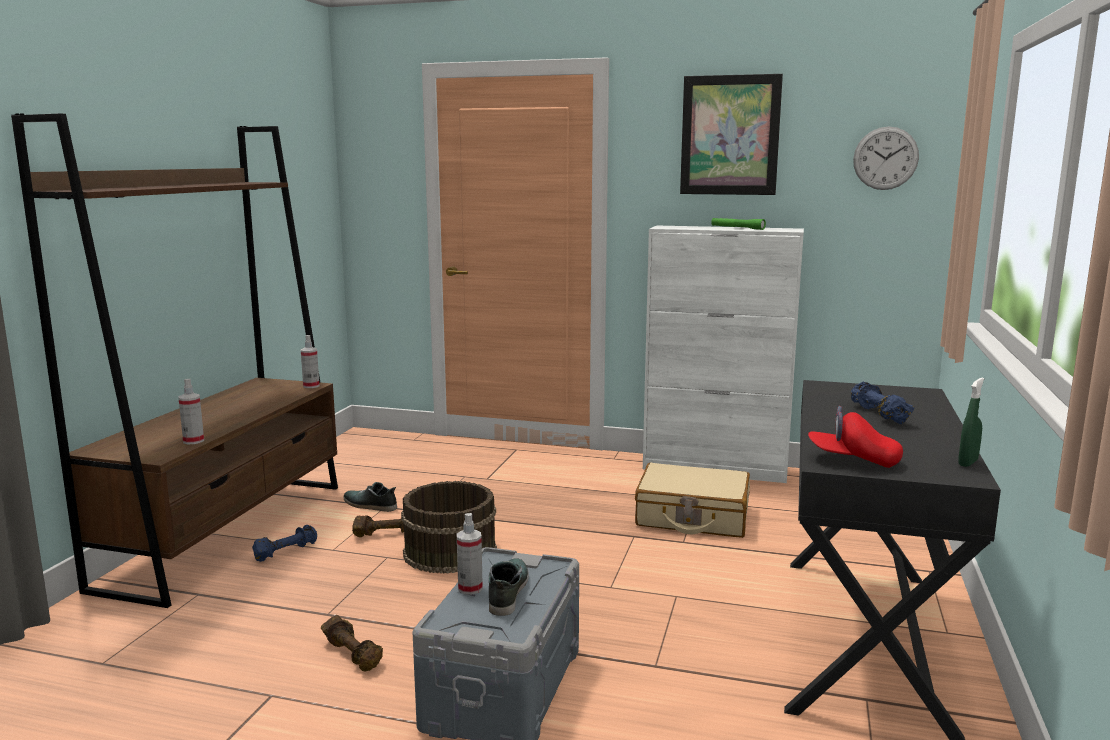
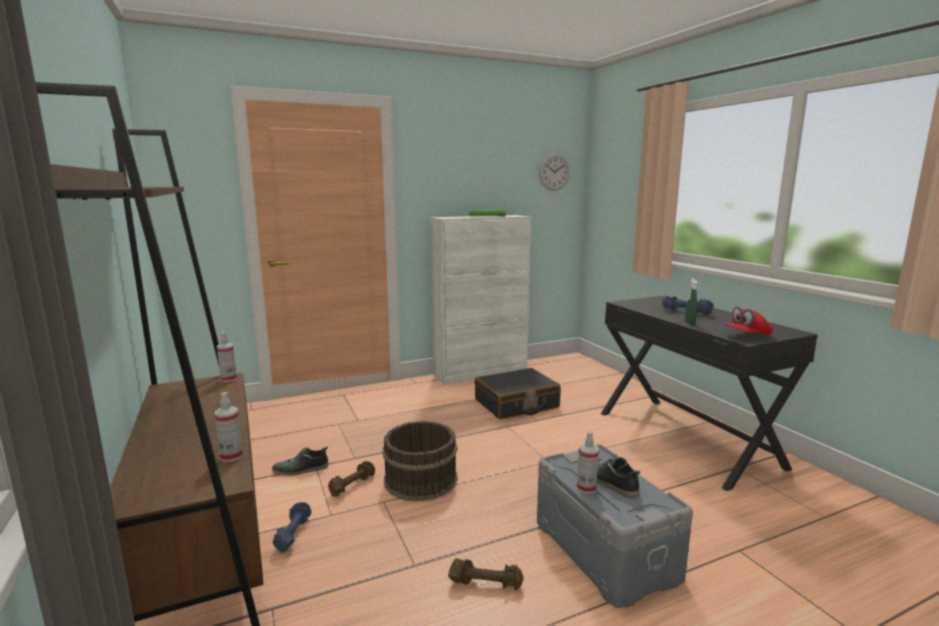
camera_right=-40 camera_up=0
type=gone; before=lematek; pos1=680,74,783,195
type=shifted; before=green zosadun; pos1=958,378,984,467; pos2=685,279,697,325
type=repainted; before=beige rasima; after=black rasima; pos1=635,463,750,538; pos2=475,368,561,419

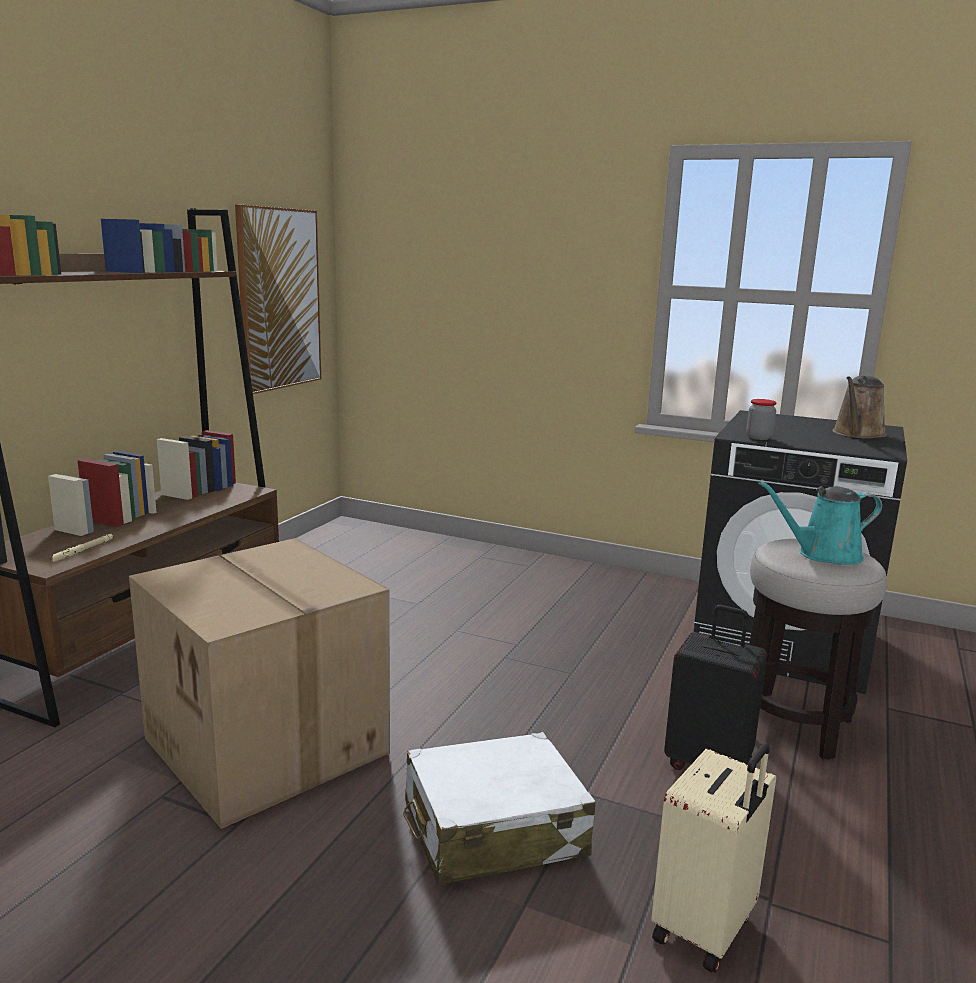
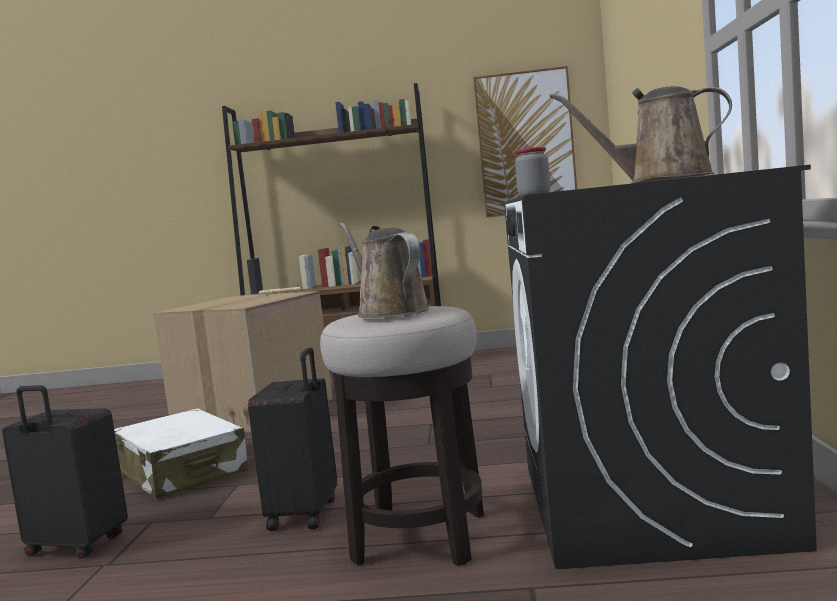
camera_right=70 camera_up=-10
type=repainted; before=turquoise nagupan; after=brown nagupan; pos1=758,481,882,565; pos2=340,223,430,318
type=repainted; before=beige rasima; after=black rasima; pos1=651,744,776,973; pos2=2,385,128,559

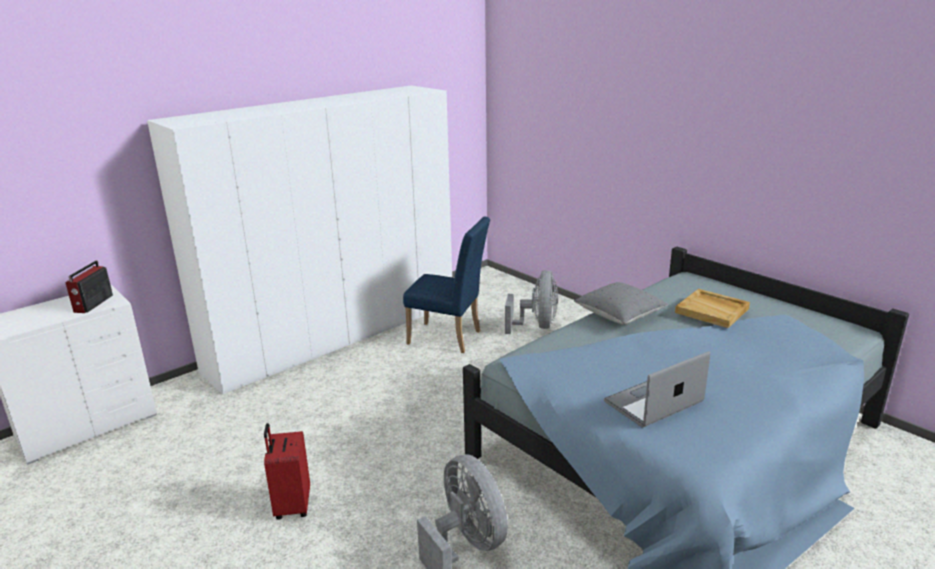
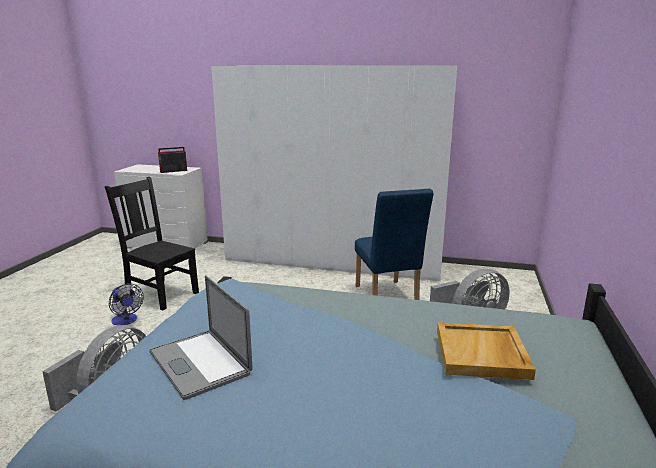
camera_right=55 camera_up=-5
type=gone; before=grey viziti; pos1=574,282,668,324
type=rotated; before=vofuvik; pos1=604,351,710,428; pos2=149,275,253,400; turn=-150
type=swapped; before=red rasima; after=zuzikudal; pos1=264,423,310,520; pos2=109,283,144,325
type=new; after=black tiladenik; pos2=105,177,199,311

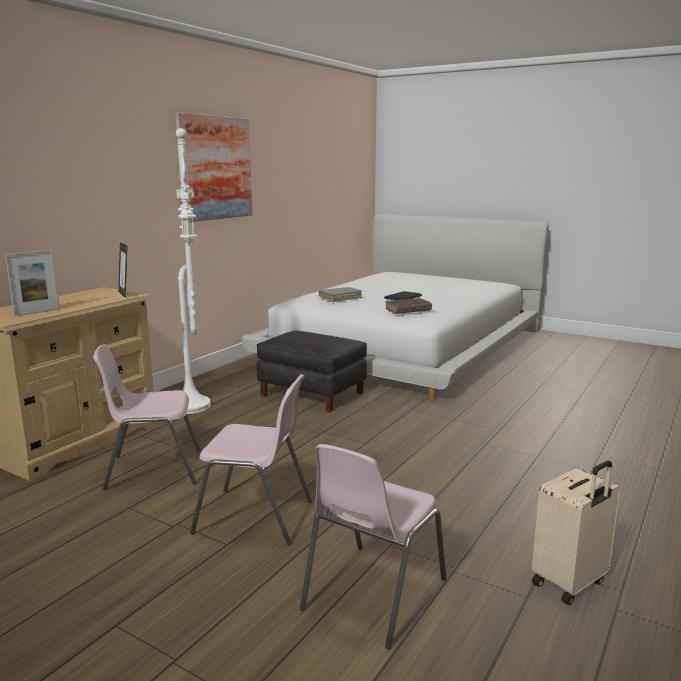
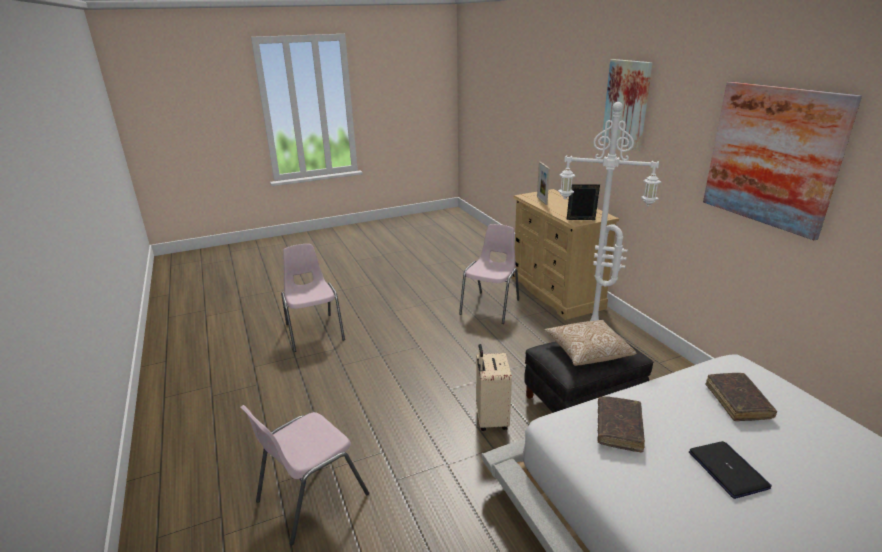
camera_right=125 camera_up=10
type=repainted; before=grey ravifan; after=brown ravifan; pos1=319,287,362,302; pos2=705,373,777,421
type=shifted; before=pink tiladenik; pos1=190,374,312,545; pos2=240,405,369,545
type=shifted; before=beige rasima; pos1=532,461,621,605; pos2=476,344,512,431
type=new; after=lematek; pos2=602,59,653,151
type=new; after=viziti; pos2=544,320,637,366

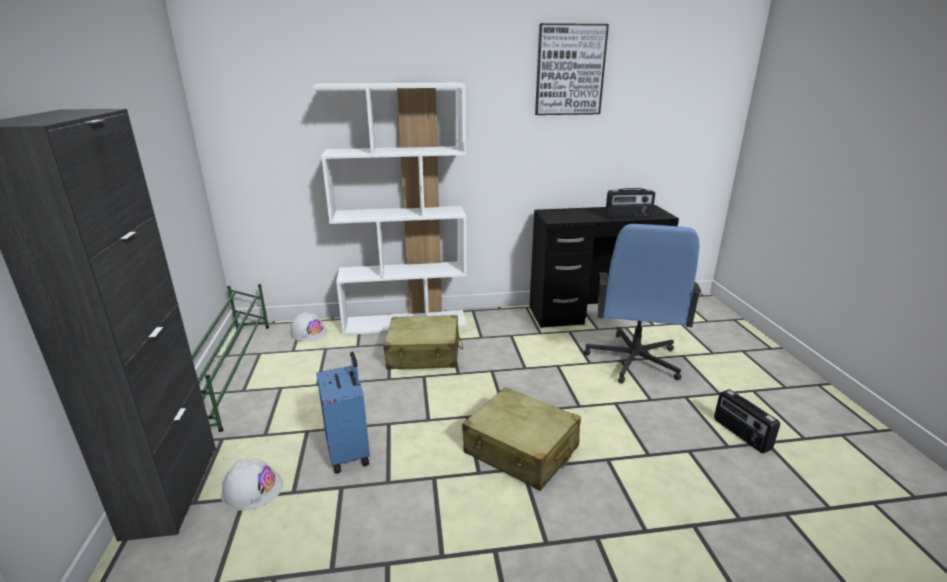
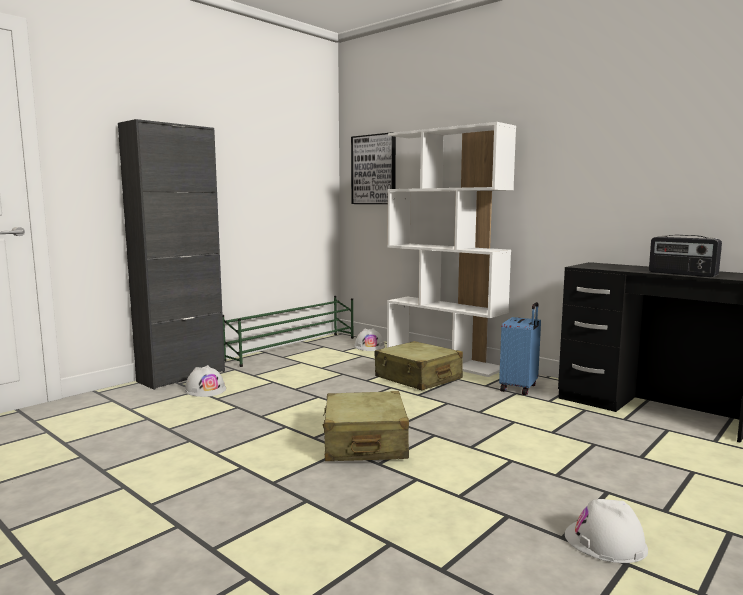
camera_right=50 camera_up=-15
type=shifted; before=lematek; pos1=535,23,609,115; pos2=351,132,396,204
type=gone; before=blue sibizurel; pos1=584,224,701,384
type=shifted; before=blue rasima; pos1=316,352,370,474; pos2=499,302,541,395
type=swapped; before=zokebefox; after=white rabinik; pos1=714,389,780,453; pos2=565,499,648,563

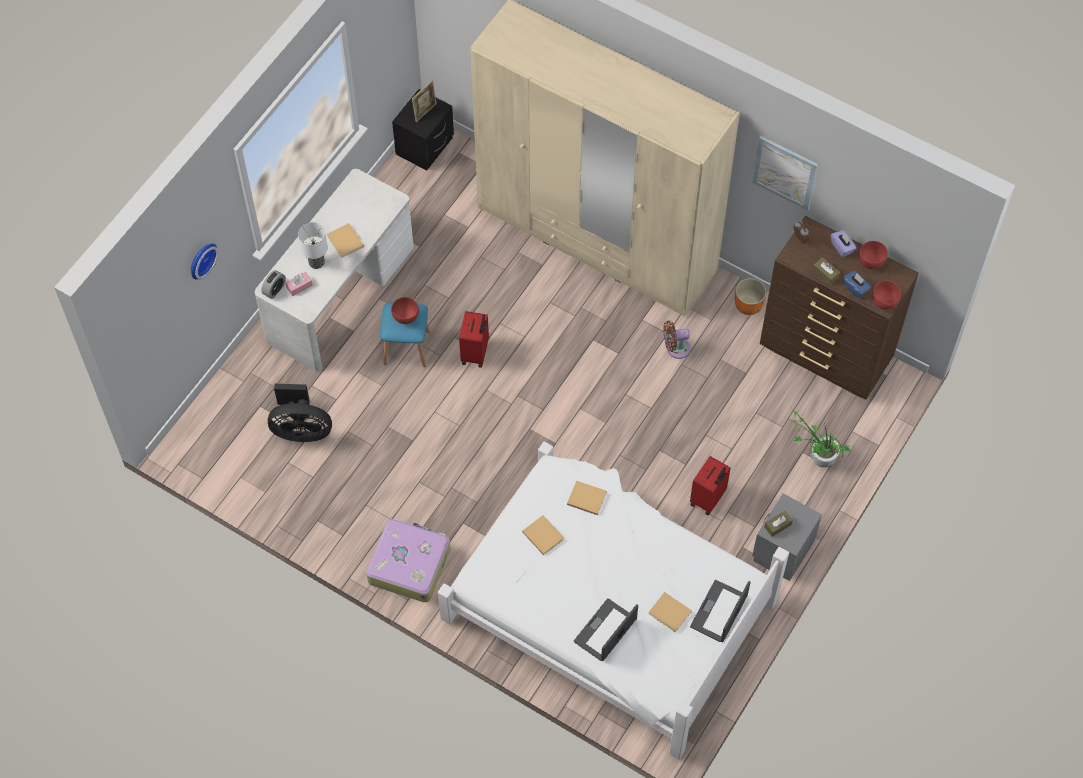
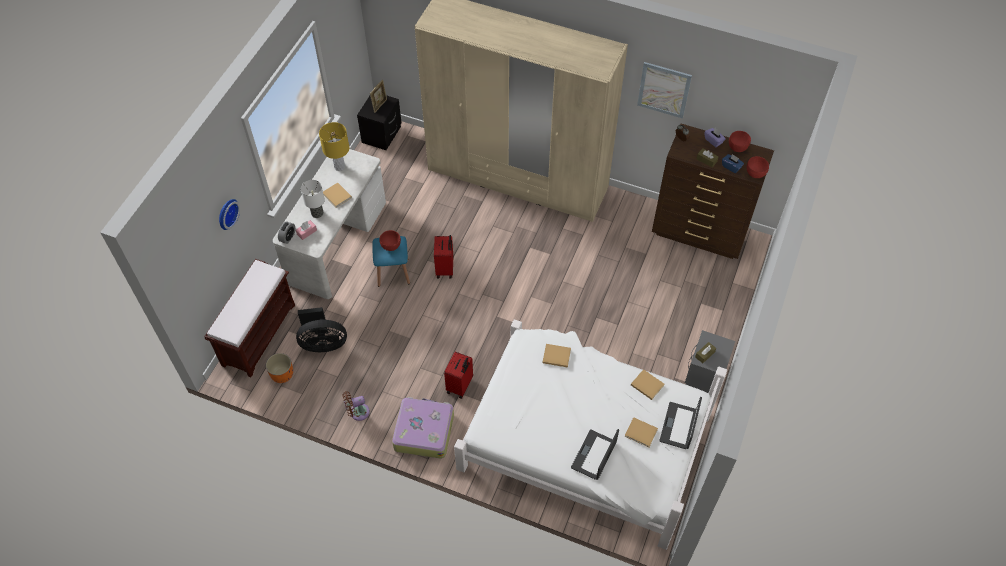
camera_right=-10 camera_up=-5
type=shifted; before=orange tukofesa; pos1=735,278,766,315; pos2=266,353,293,383
type=shifted; before=brown zuzikudal; pos1=663,320,691,359; pos2=343,391,370,421
type=gone; before=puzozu; pos1=792,411,850,468
type=shifted; before=red rasima; pos1=690,456,731,515; pos2=444,352,473,399
type=shifted; before=beige ravifan; pos1=522,515,564,555; pos2=631,369,664,400
type=new; after=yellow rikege; pos2=319,122,349,171
type=new; after=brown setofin; pos2=204,259,295,377

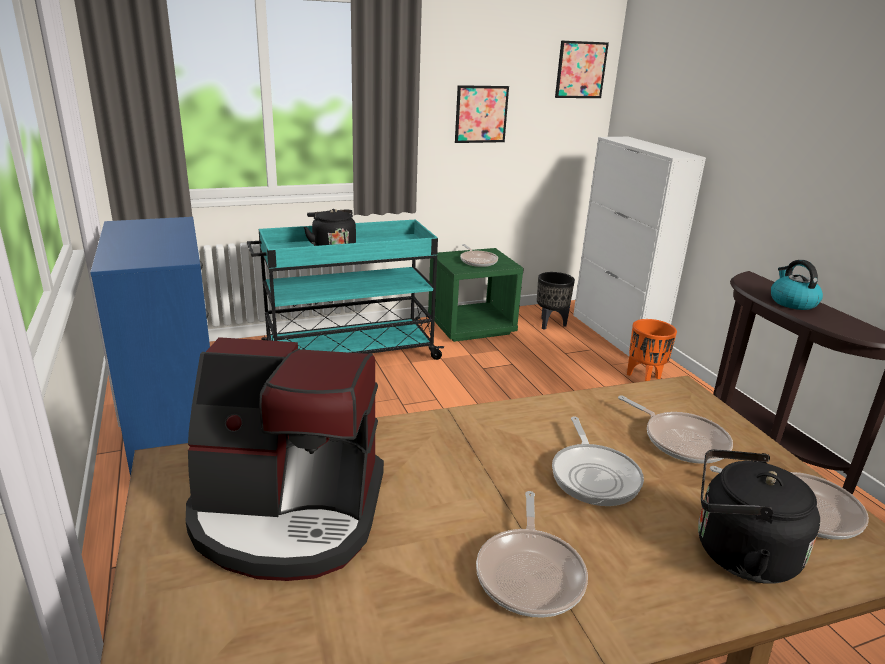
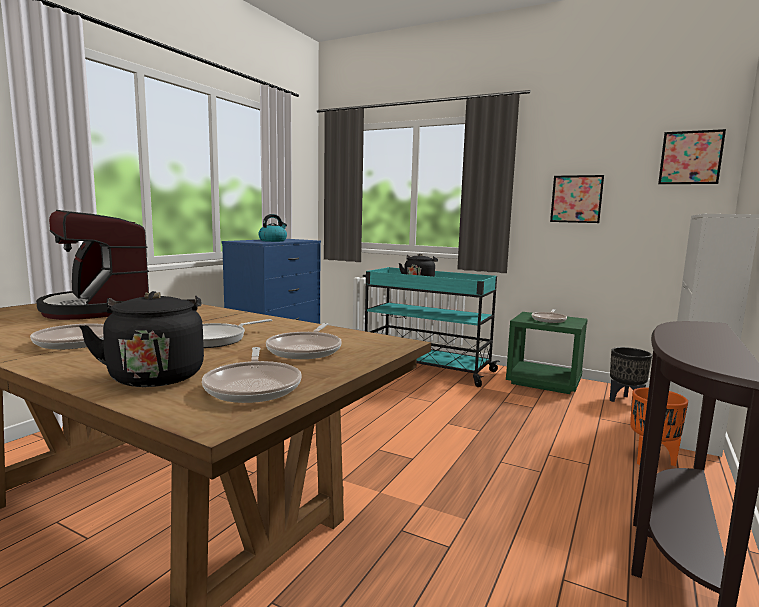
camera_right=50 camera_up=-15
type=shifted; before=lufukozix; pos1=771,260,823,310; pos2=258,214,287,242

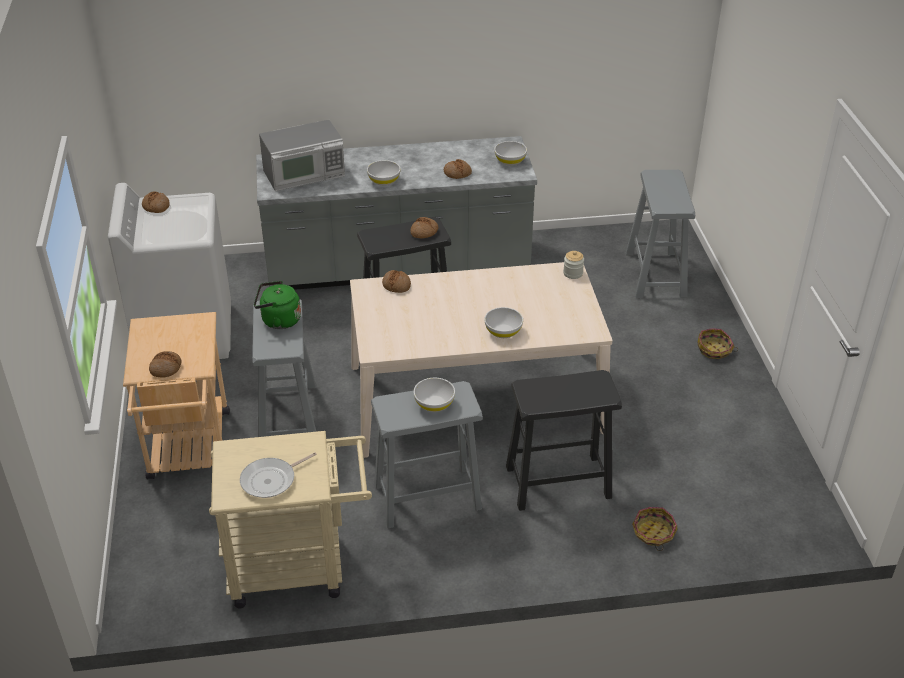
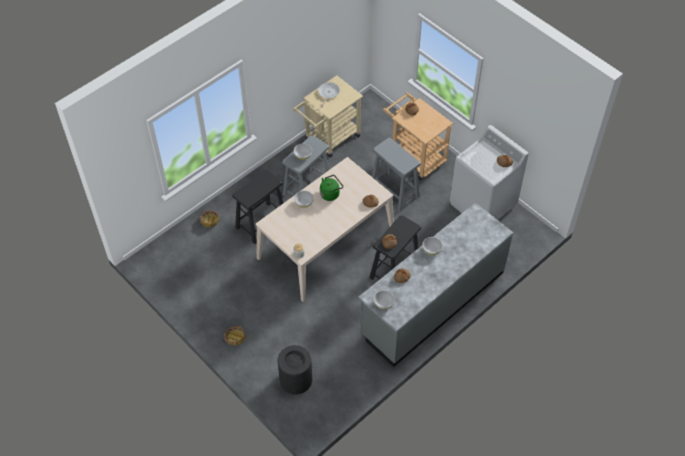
camera_right=145 camera_up=15
type=gone; before=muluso; pos1=259,120,345,191
type=swapped; before=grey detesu; after=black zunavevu; pos1=625,170,695,298; pos2=278,345,312,395
type=shifted; before=green lufukozix; pos1=254,281,301,329; pos2=320,175,343,201

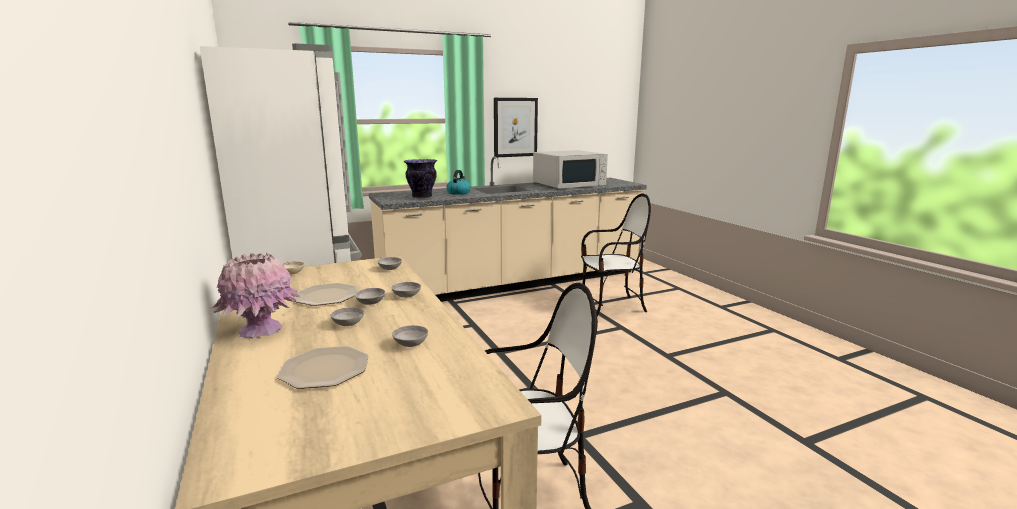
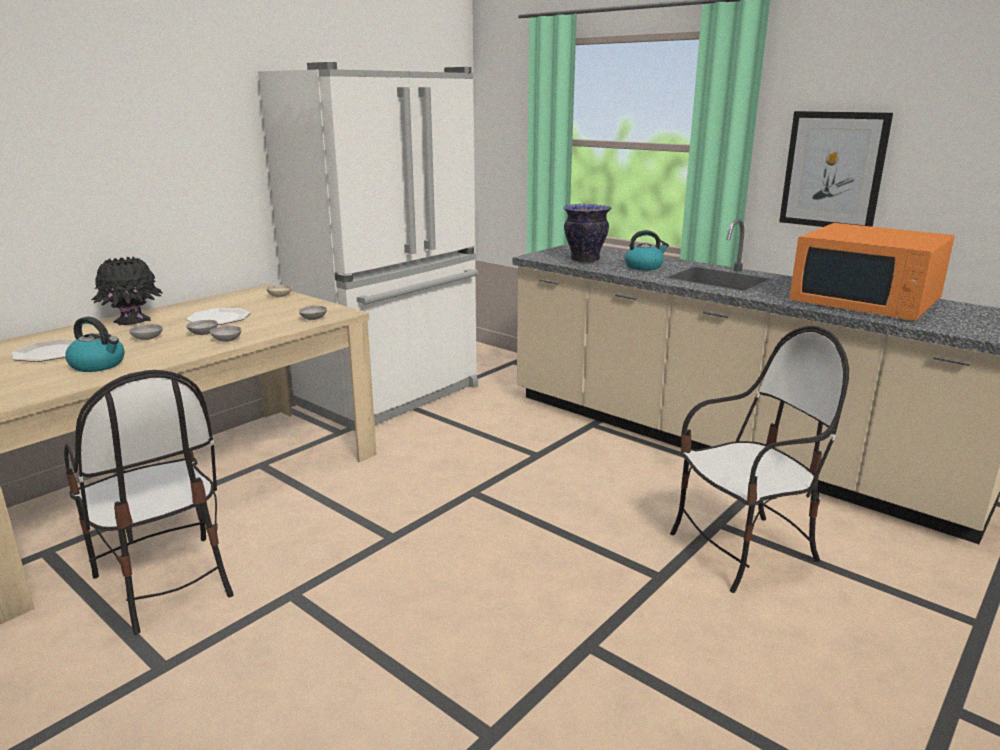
camera_right=65 camera_up=5
type=repainted; before=white muluso; after=orange muluso; pos1=533,150,608,189; pos2=789,223,955,321
type=rotated; before=tiladenik; pos1=581,193,651,317; pos2=670,326,849,593; turn=-75
type=repainted; before=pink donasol; after=black donasol; pos1=212,252,300,338; pos2=92,257,163,325
type=swapped; before=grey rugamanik; after=lufukozix; pos1=392,325,428,347; pos2=65,317,125,372

